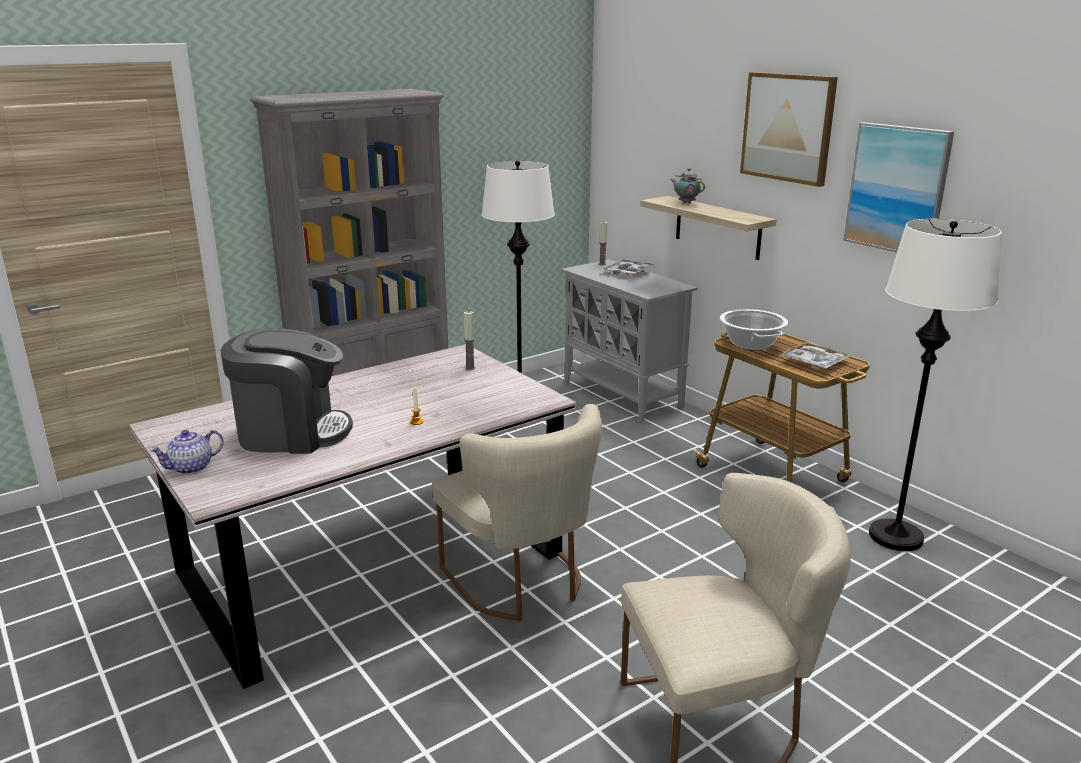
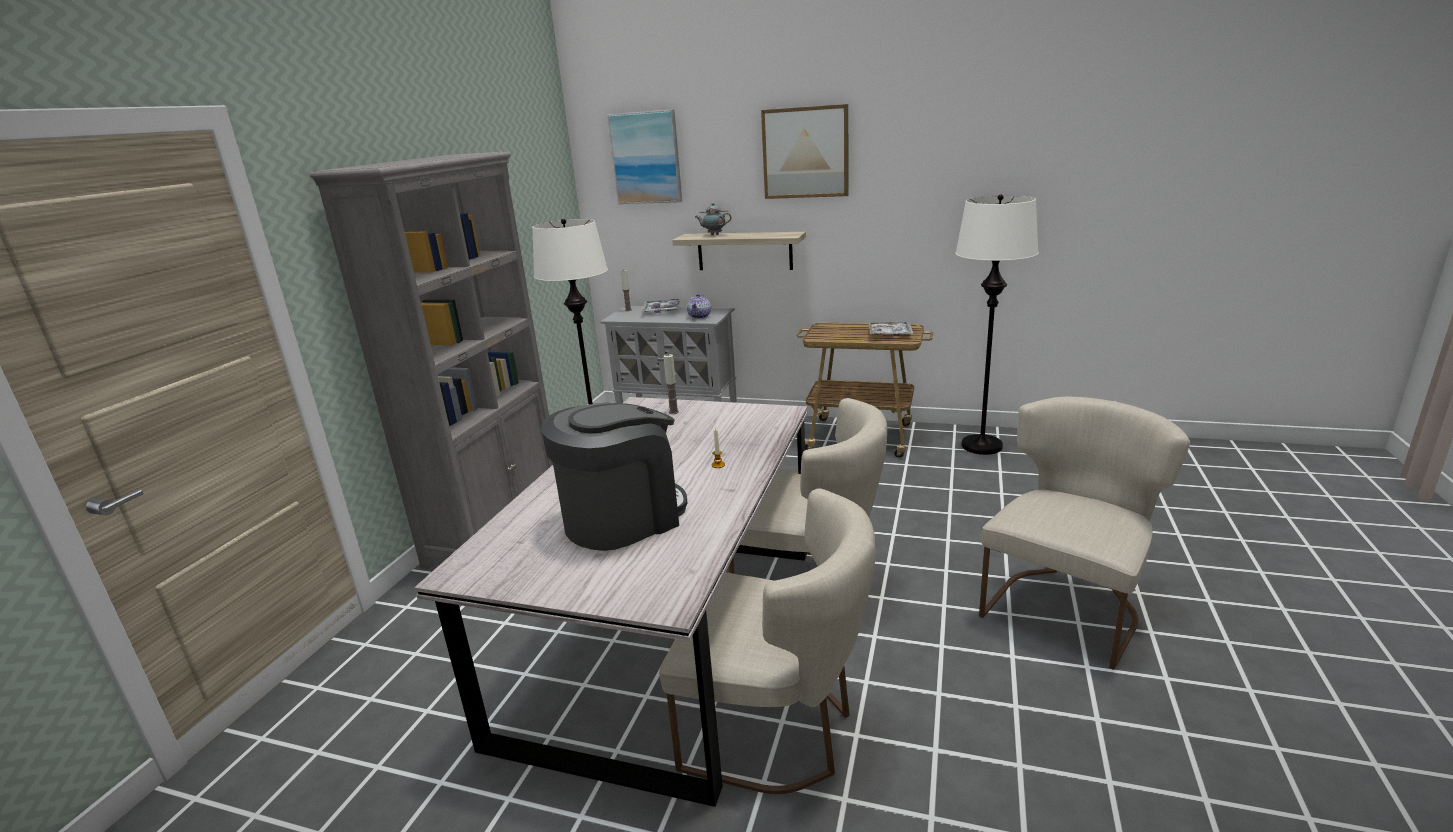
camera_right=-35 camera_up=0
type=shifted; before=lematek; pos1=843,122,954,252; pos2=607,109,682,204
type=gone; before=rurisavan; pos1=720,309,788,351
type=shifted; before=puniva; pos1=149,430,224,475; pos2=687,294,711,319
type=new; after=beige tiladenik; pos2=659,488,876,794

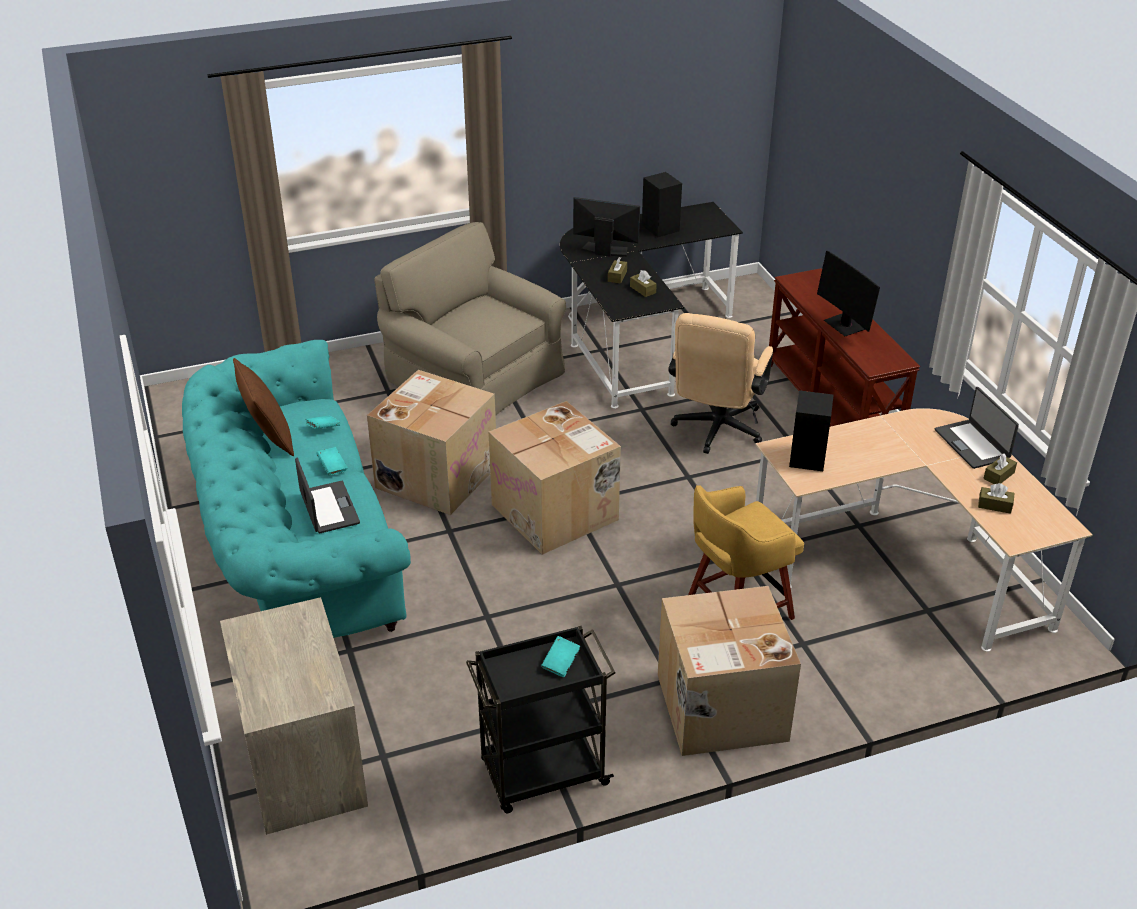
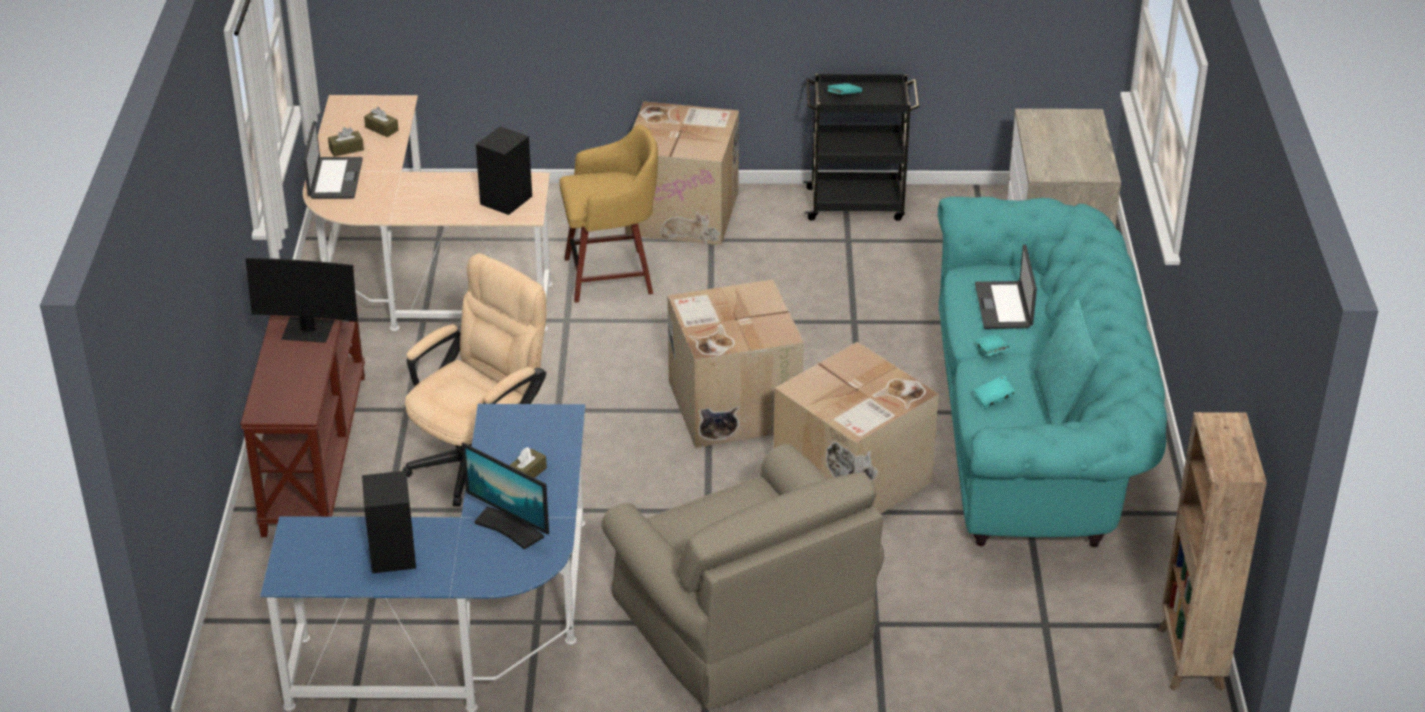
camera_right=-160 camera_up=0
type=repainted; before=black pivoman; after=blue pivoman; pos1=560,202,743,408; pos2=260,404,585,712
type=rotated; before=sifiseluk; pos1=817,251,880,336; pos2=246,258,358,343; turn=105
type=gone; before=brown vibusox; pos1=630,270,657,297
type=repainted; before=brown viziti; after=turquoise viziti; pos1=233,358,294,456; pos2=1034,299,1100,425
type=new; after=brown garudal; pos2=1157,412,1267,691

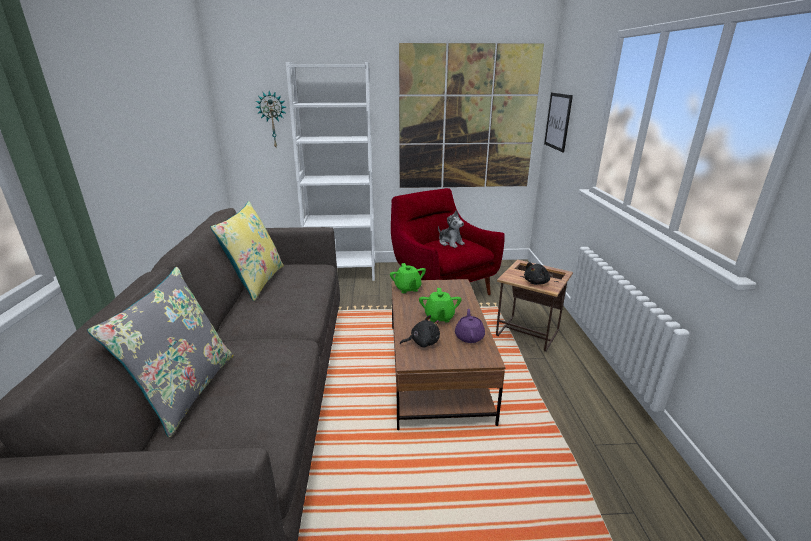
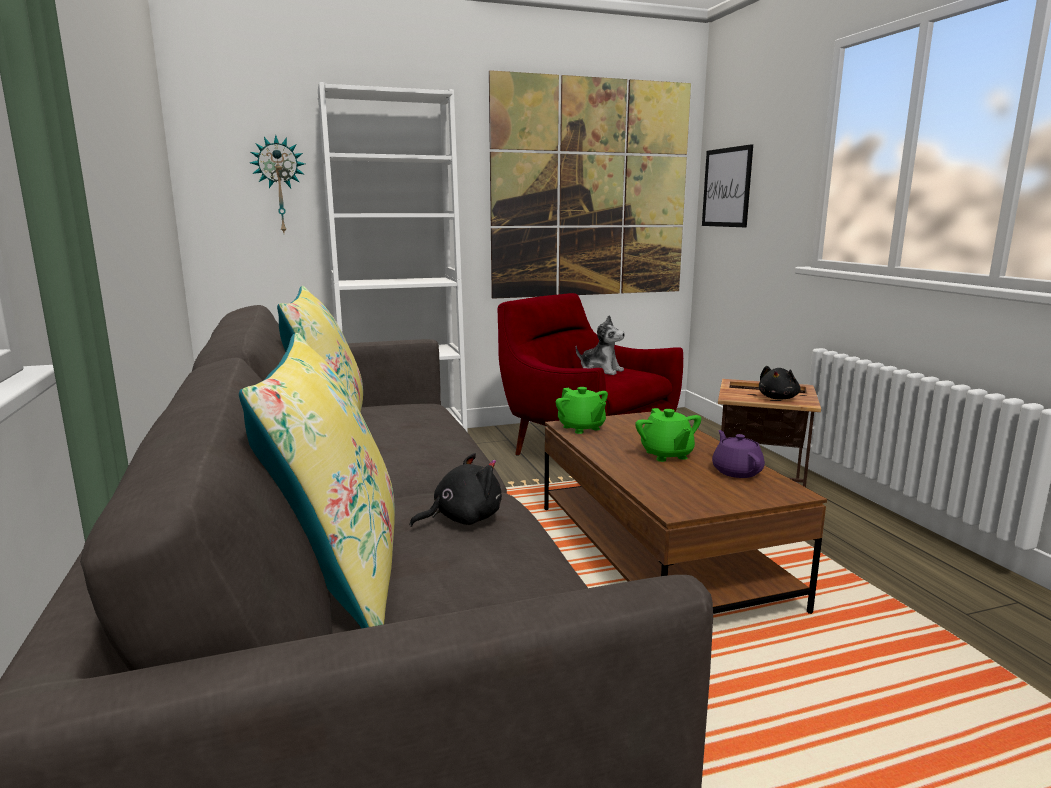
camera_right=-15 camera_up=-10
type=repainted; before=grey viziti; after=yellow viziti; pos1=87,267,234,437; pos2=239,333,395,628
type=shifted; before=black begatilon; pos1=400,315,440,347; pos2=410,453,502,527

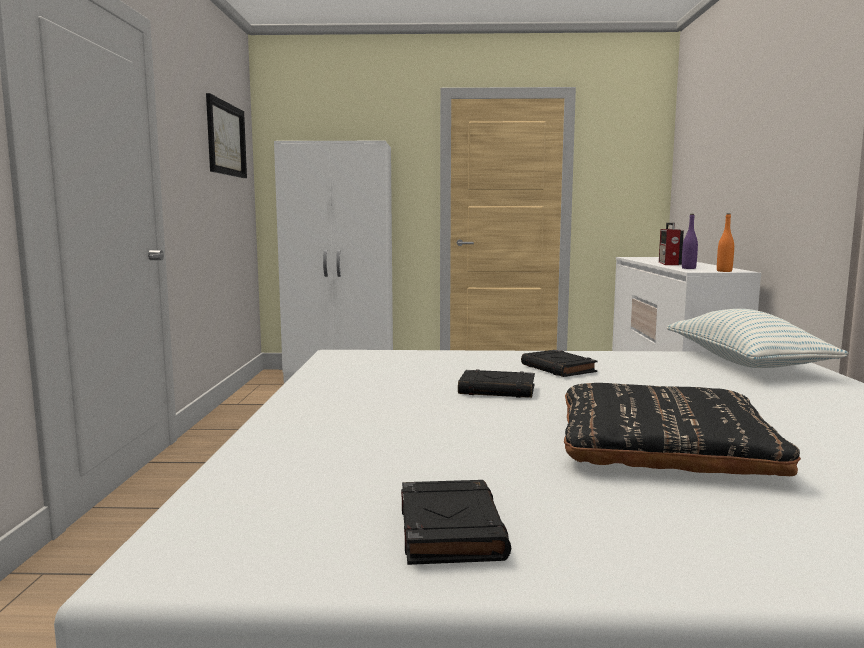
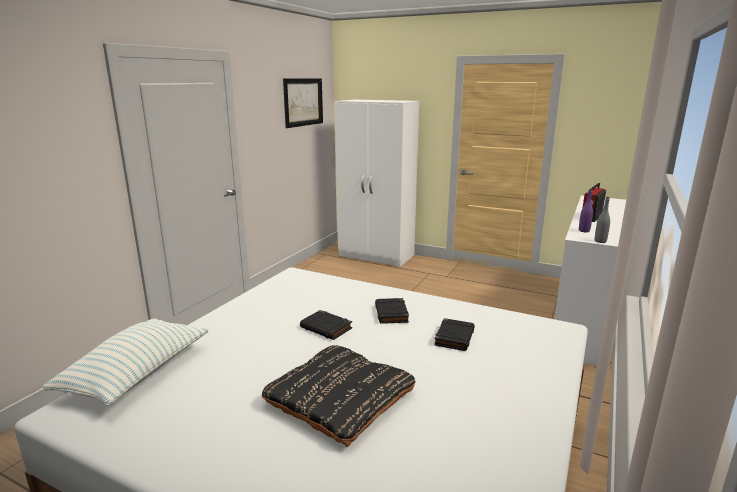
camera_right=25 camera_up=10
type=repainted; before=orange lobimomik; after=grey lobimomik; pos1=717,213,734,272; pos2=595,197,610,243
type=shifted; before=viziti; pos1=667,309,848,368; pos2=43,319,208,405
type=shifted; before=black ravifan; pos1=401,480,511,565; pos2=434,318,475,351

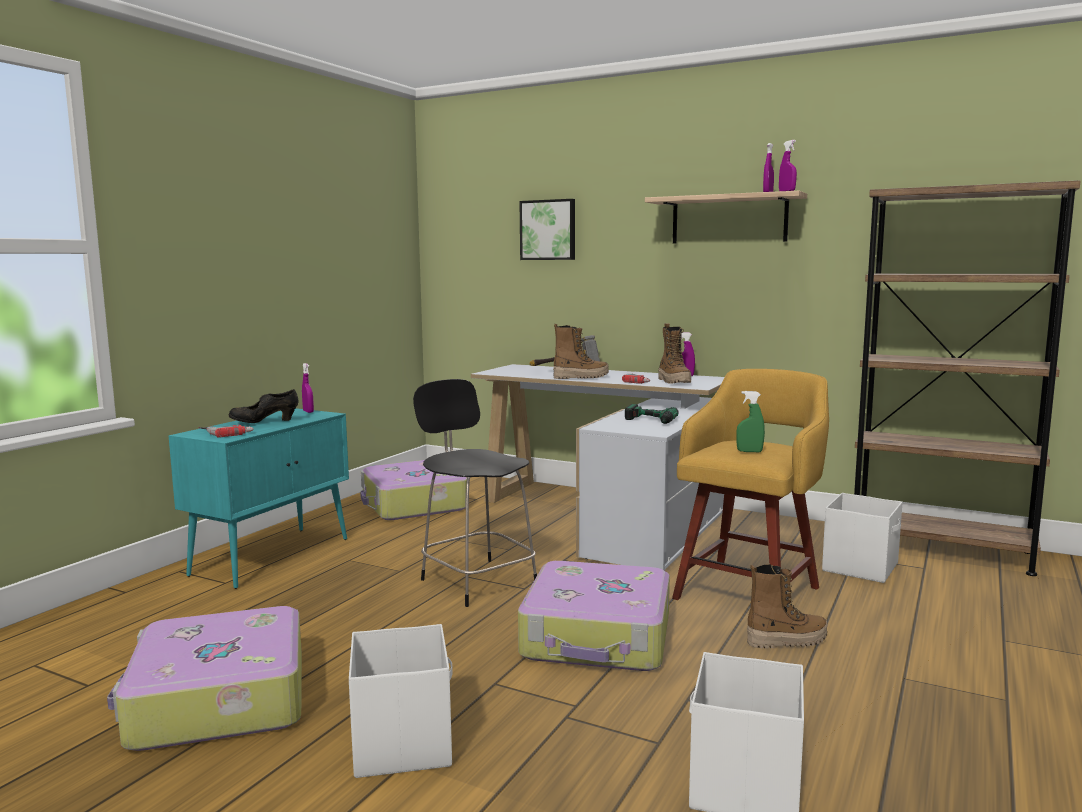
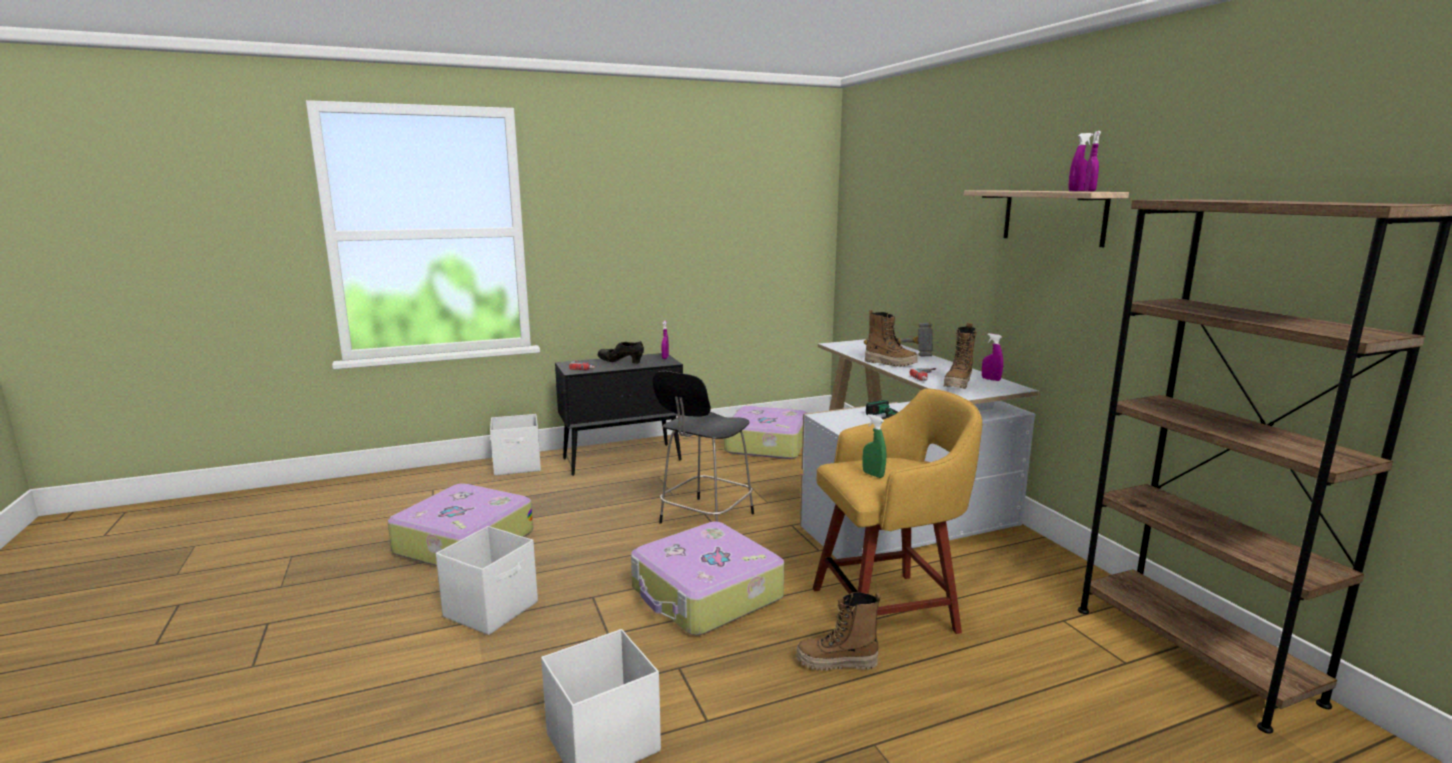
camera_right=40 camera_up=5
type=gone; before=lematek; pos1=520,199,575,260
type=rotated; before=black tiladenik; pos1=413,379,537,607; pos2=652,371,754,524; turn=-150
type=repainted; before=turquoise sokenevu; after=black sokenevu; pos1=169,408,349,589; pos2=555,353,683,476
type=shifted; before=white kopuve; pos1=822,493,903,583; pos2=490,414,541,476
type=rotated; before=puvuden; pos1=747,564,828,648; pos2=796,592,881,671; turn=150

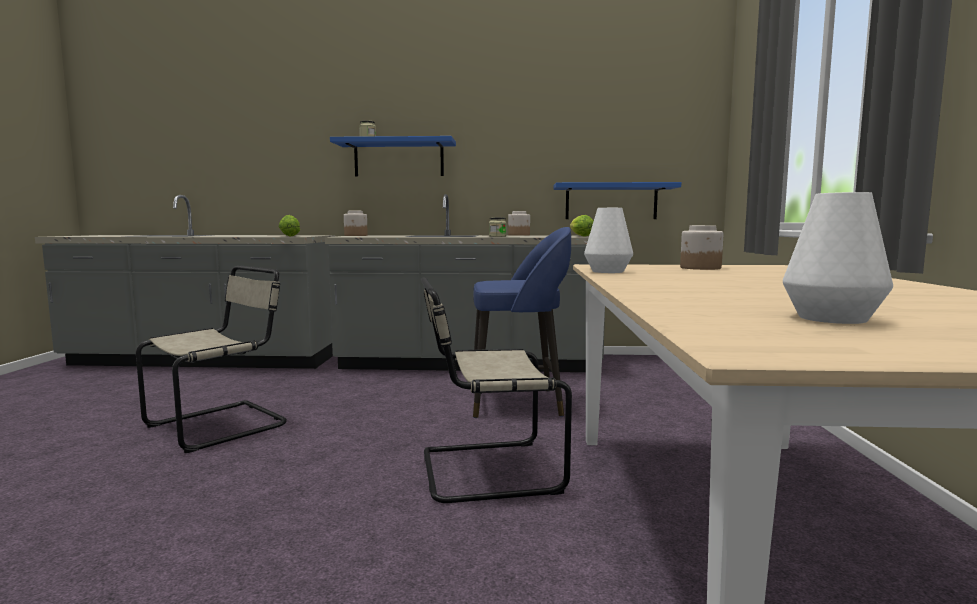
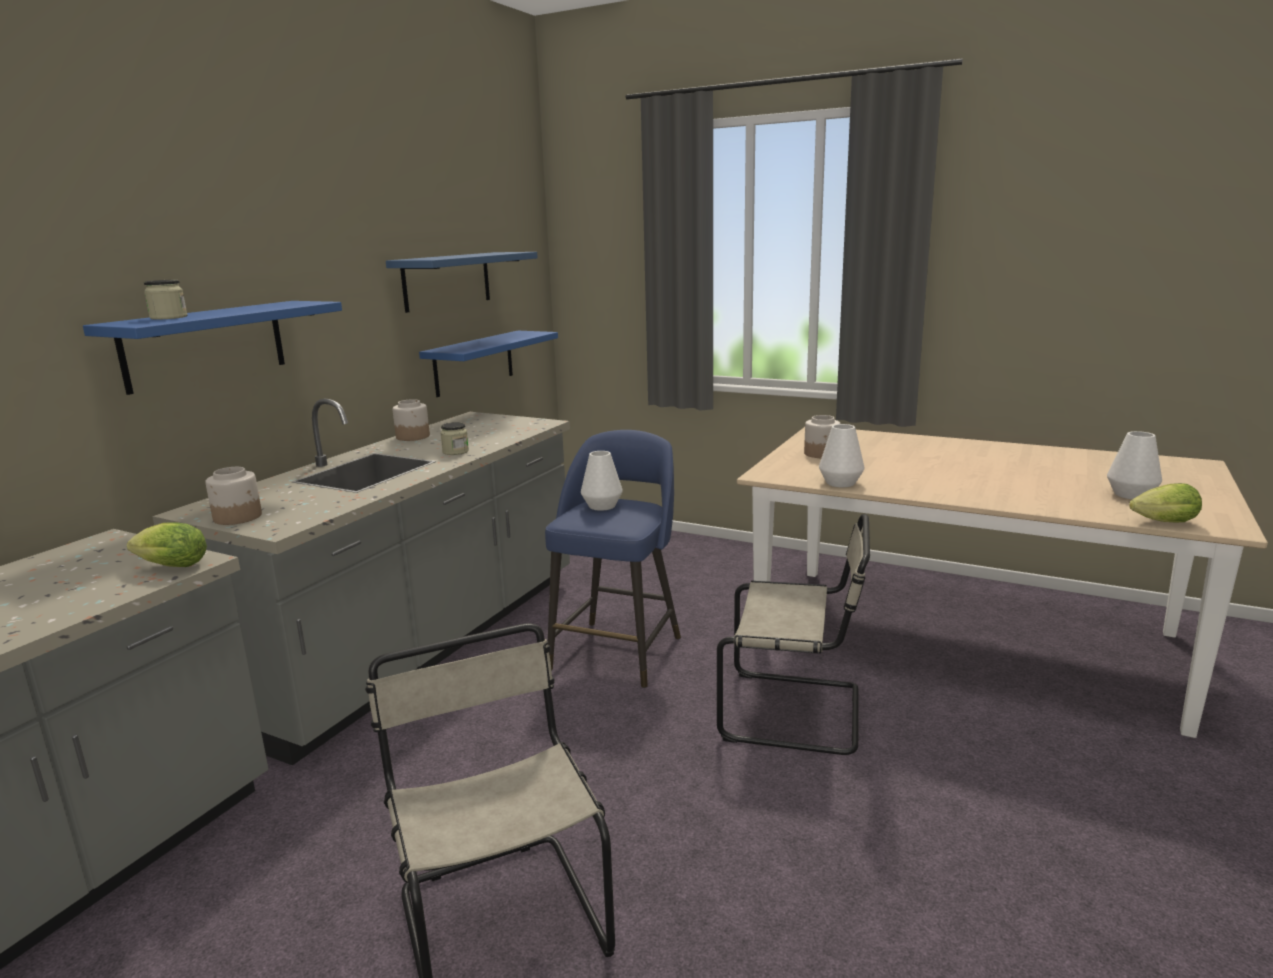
camera_right=-65 camera_up=10
type=shifted; before=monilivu; pos1=570,215,594,237; pos2=1129,483,1202,522
type=rotated; before=beige tiladenik; pos1=421,277,572,503; pos2=717,514,870,755; turn=-90
type=new; after=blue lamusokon; pos2=386,252,538,313
type=new; after=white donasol; pos2=581,451,623,511

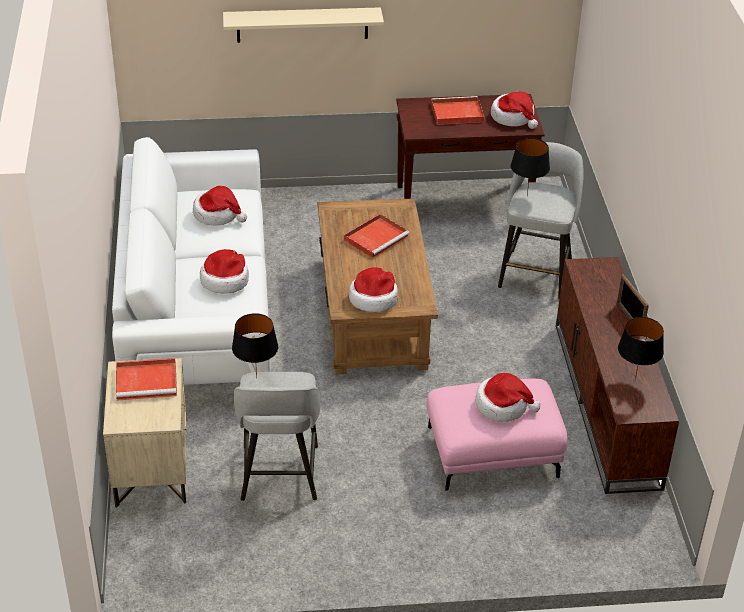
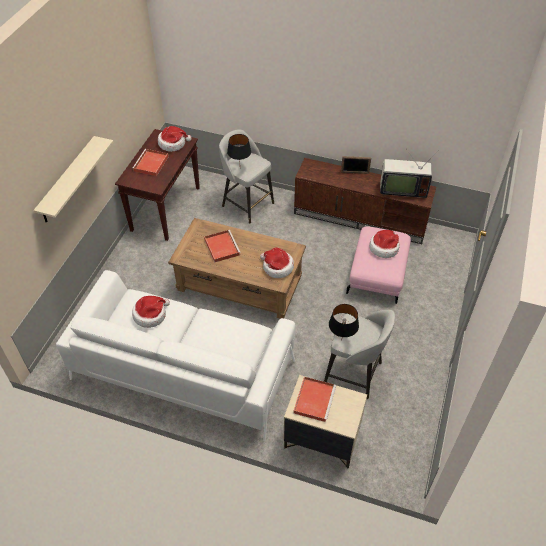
camera_right=-65 camera_up=10
type=gone; before=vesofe; pos1=200,249,249,294
type=swapped; before=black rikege; after=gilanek; pos1=618,317,664,380; pos2=380,150,439,199

